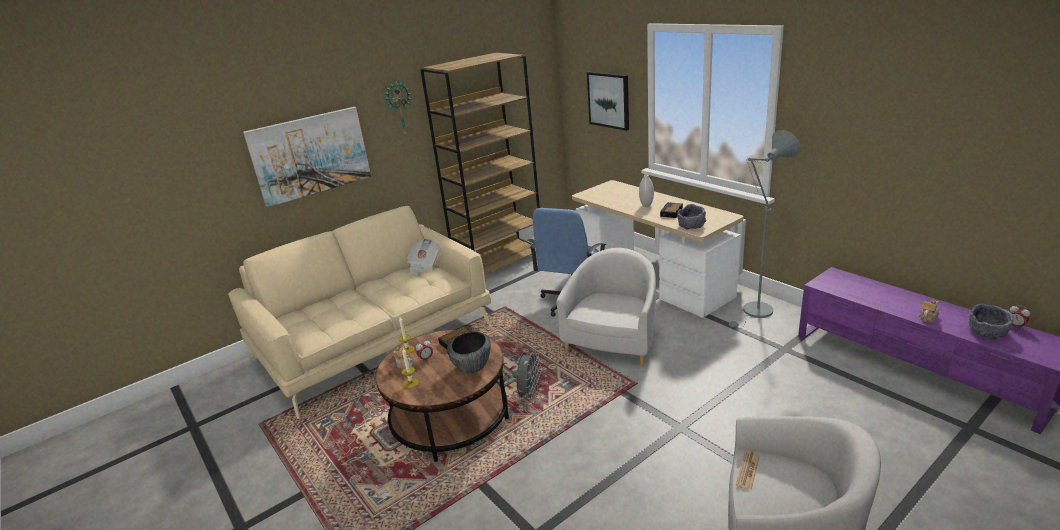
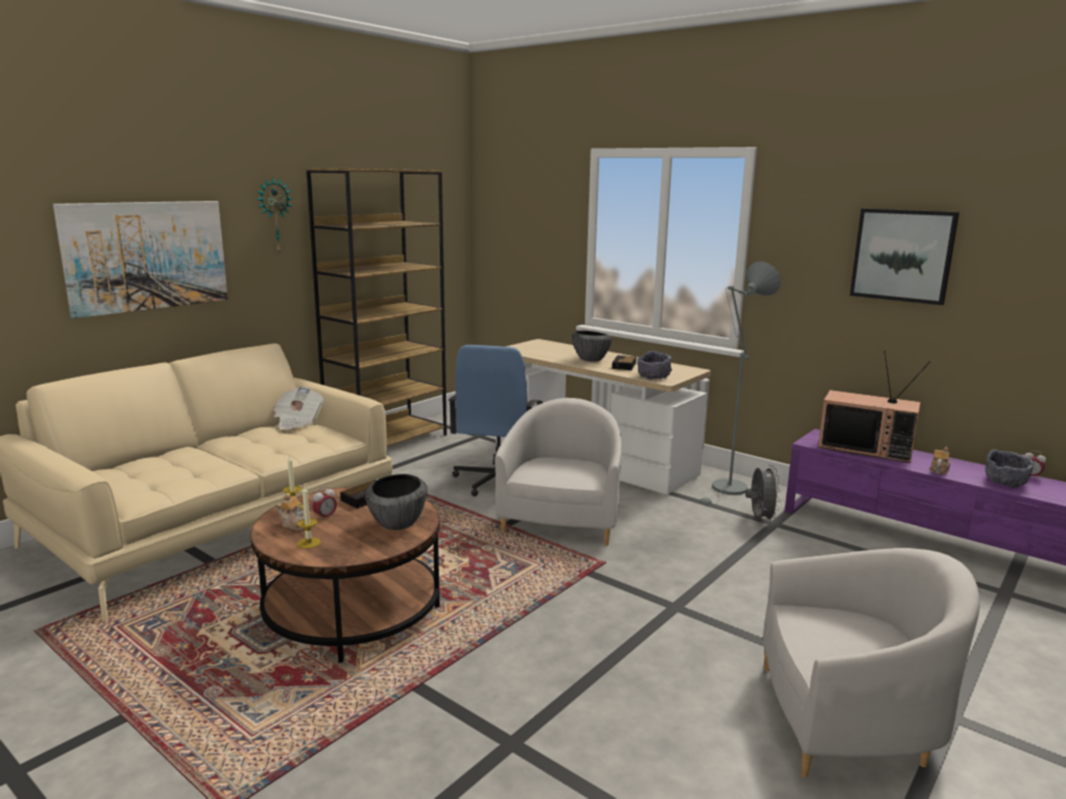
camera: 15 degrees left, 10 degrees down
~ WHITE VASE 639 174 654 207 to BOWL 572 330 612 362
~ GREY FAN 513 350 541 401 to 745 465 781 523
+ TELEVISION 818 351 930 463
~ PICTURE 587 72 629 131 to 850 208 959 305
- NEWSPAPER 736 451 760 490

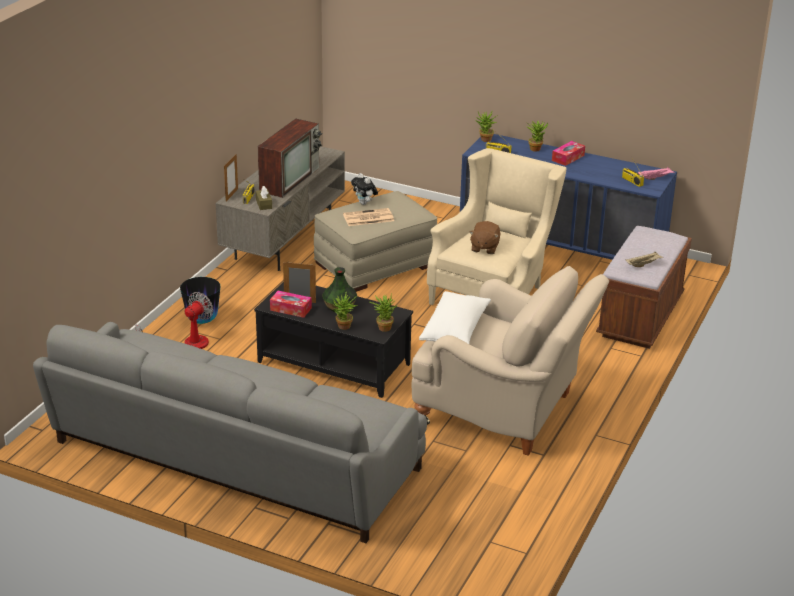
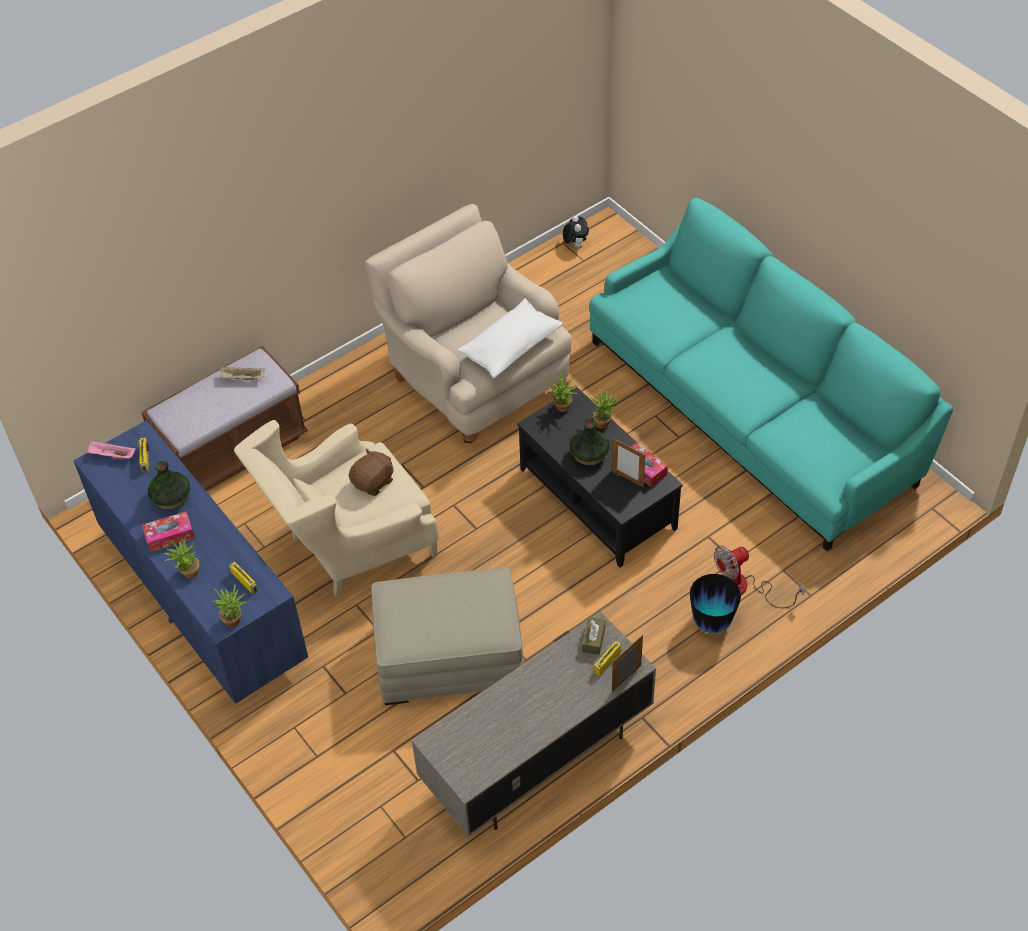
camera: 150 degrees left, 20 degrees up
+ VASE 148 461 190 510
~ PLUSH TOY 351 173 378 205 to 563 216 589 248
~ GREY SOFA 33 322 427 543 to TURQUOISE SOFA 589 198 953 551
- TELEVISION 258 119 323 198
- NEWSPAPER 343 208 394 226

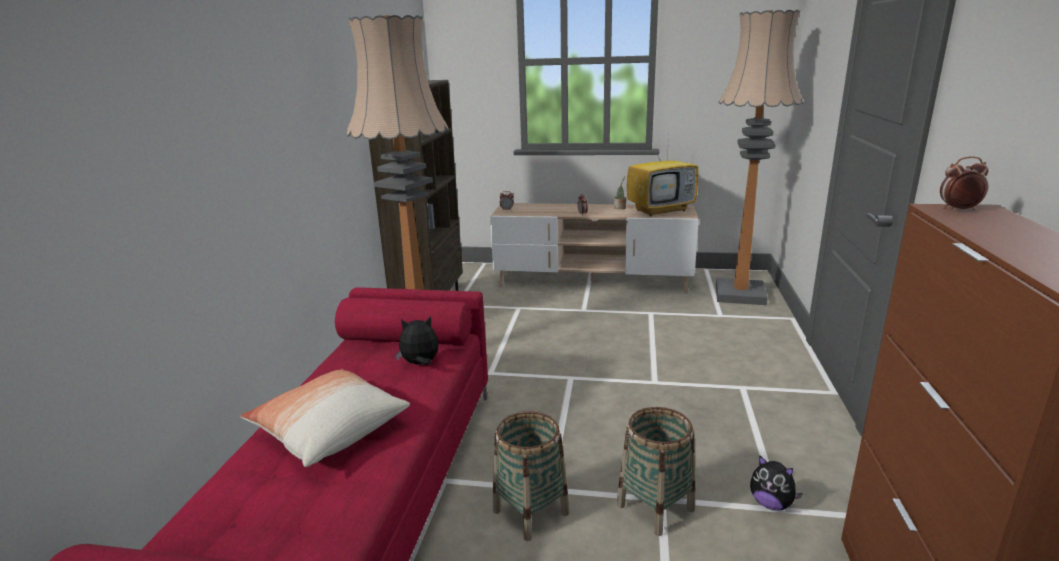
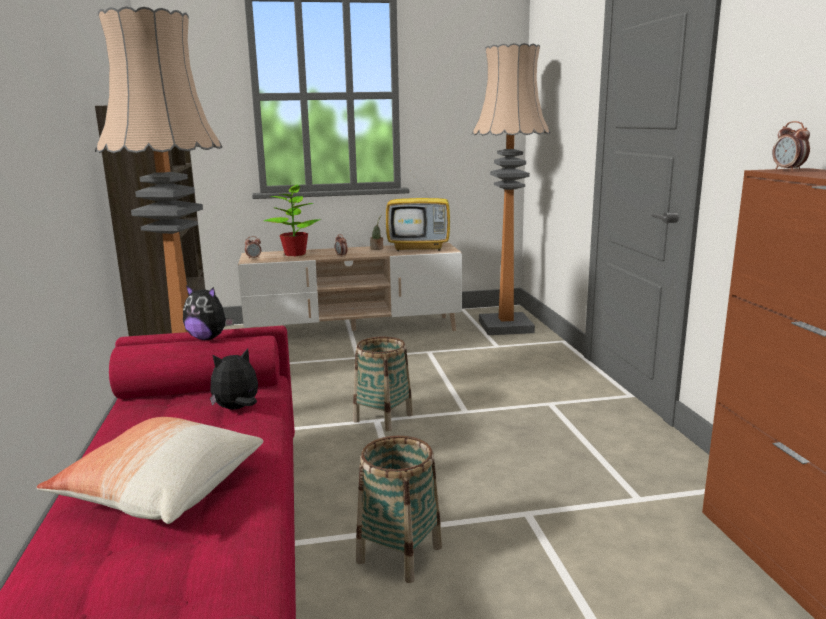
camera: 20 degrees left, 5 degrees down
~ PLUSH TOY 750 456 803 511 to 183 285 234 340
+ POTTED PLANT 264 182 321 256
~ BASKET 617 407 695 536 to 353 337 413 431
~ TELEVISION 627 134 698 216 = 386 170 450 251 45 degrees clockwise
~ ALARM CLOCK 940 157 989 210 = 772 121 810 171 90 degrees counterclockwise

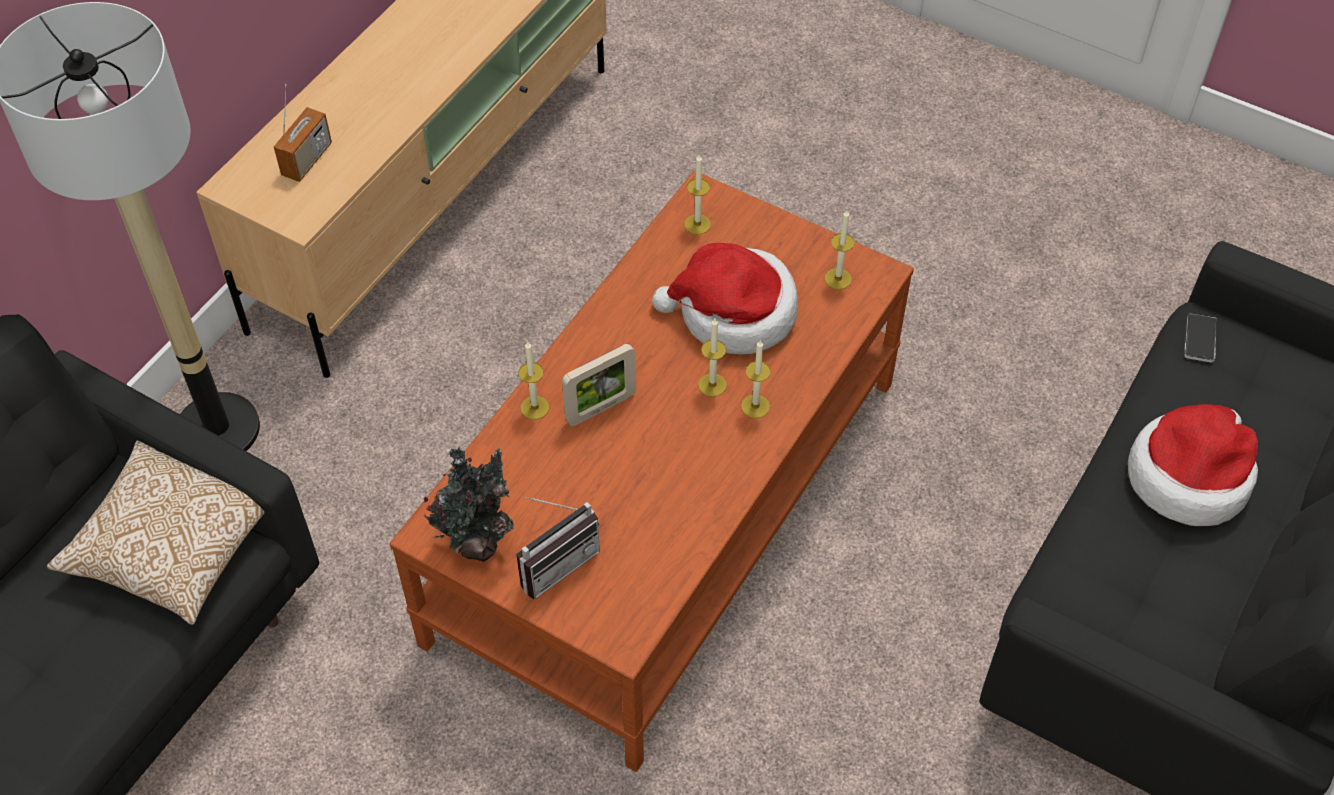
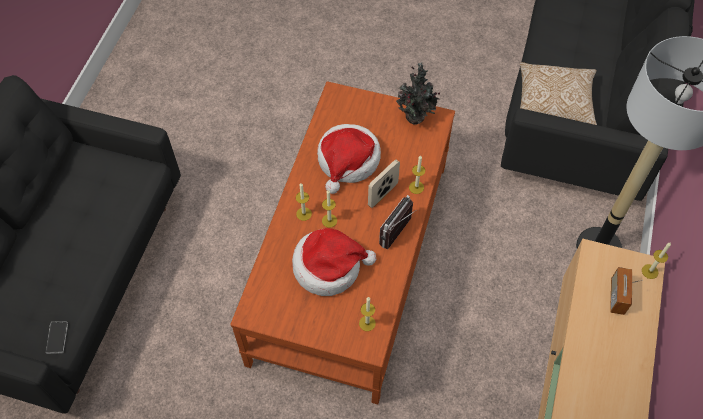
camera: 165 degrees right, 5 degrees up
~ HAT 1128 404 1258 526 to 317 124 381 194
~ RADIO 516 497 600 599 to 379 195 416 249
~ CANDLE 824 210 855 290 to 642 242 671 279

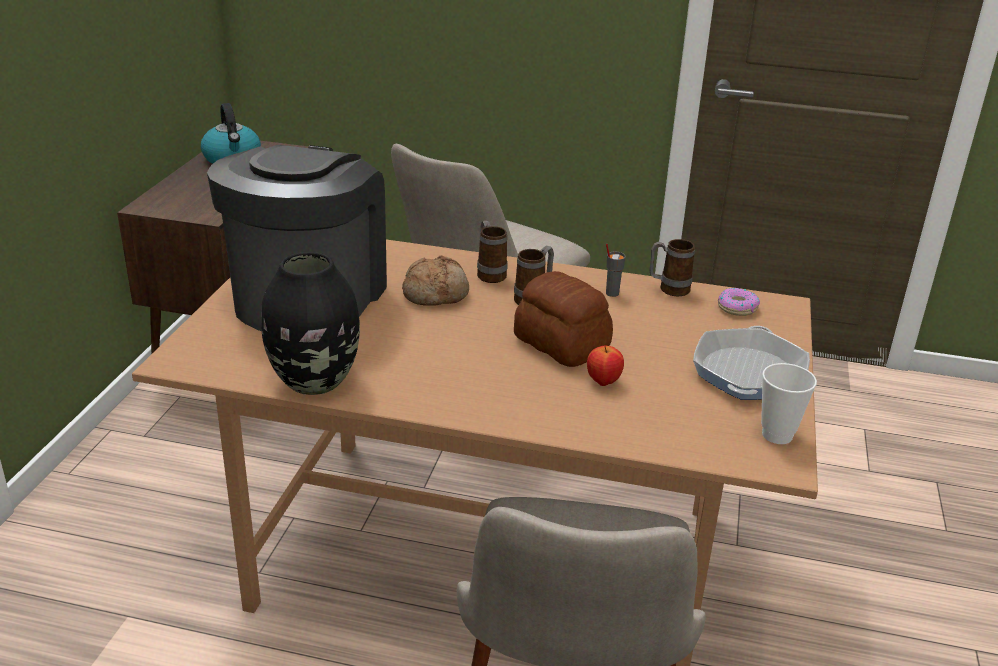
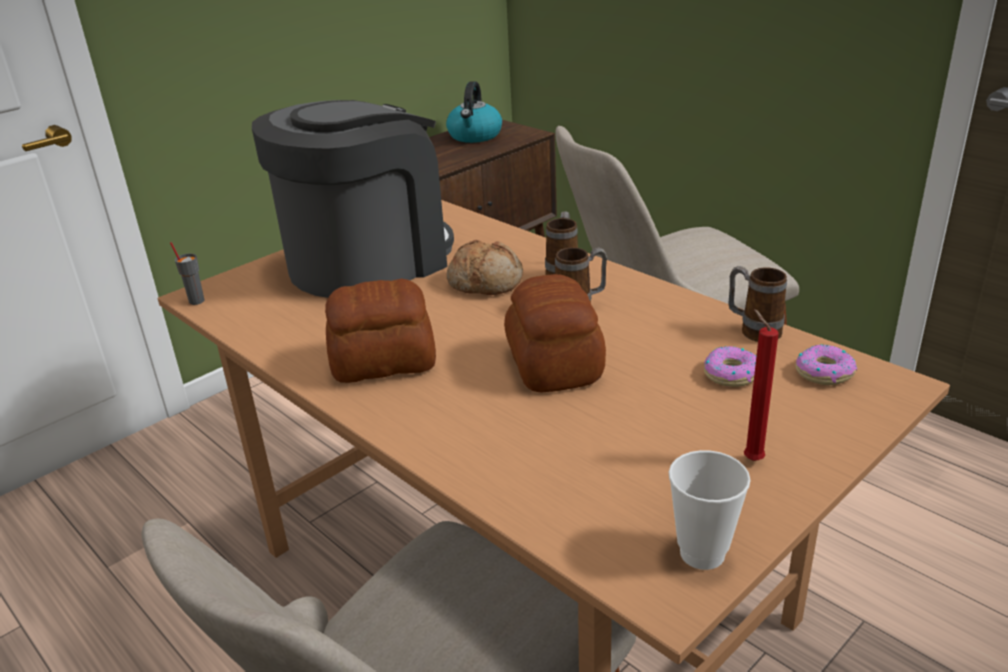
camera: 35 degrees right, 0 degrees up
~ GREY CUP 606 244 625 297 to 170 242 205 305
+ BREAD 325 279 436 383
+ DONUT 704 346 756 387
~ FRYING PAN 693 326 810 400 to RED CANDLE 744 309 779 461
- BLACK VASE 261 252 360 395
- APPLE 587 345 624 386

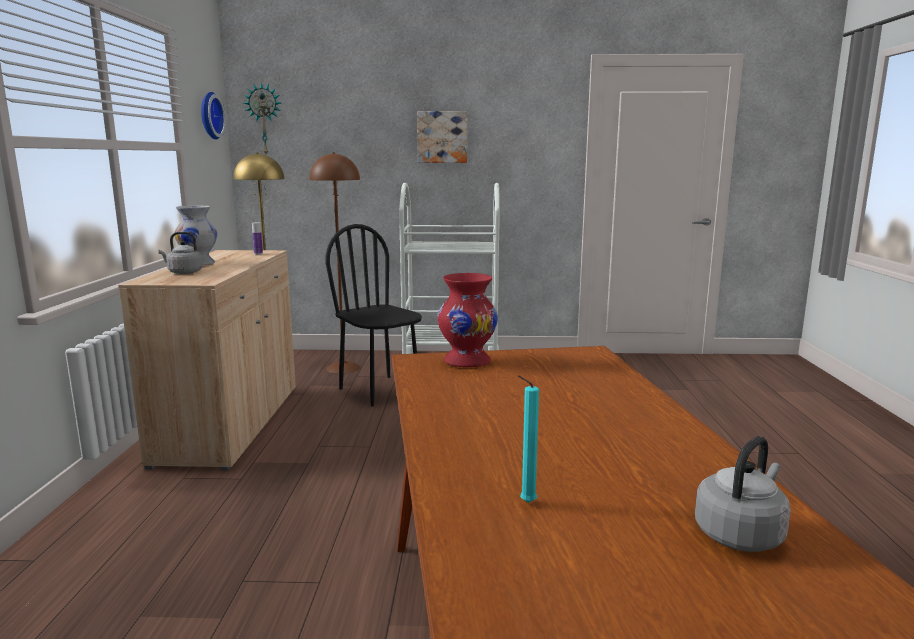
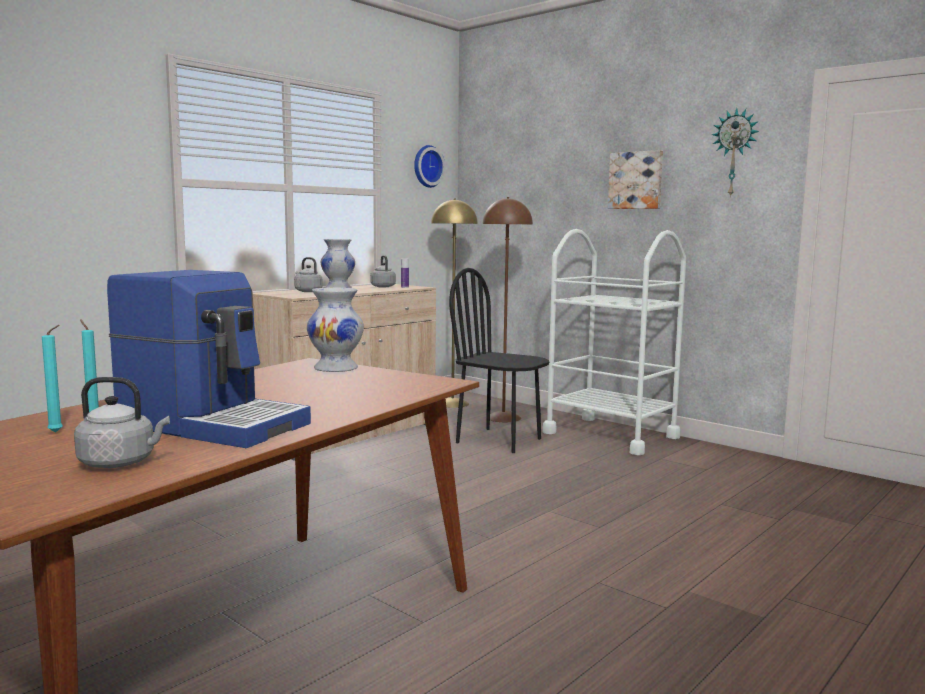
camera: 40 degrees right, 5 degrees down
+ TURQUOISE CANDLE 42 325 63 433
+ COFFEE MACHINE 107 270 311 448
~ RED VASE 437 273 498 367 to WHITE VASE 307 288 364 372
+ GREY KETTLE 370 255 396 287
~ BLACK CHAIR 326 224 422 406 = 449 268 549 453 60 degrees counterclockwise
~ WALL CLOCK 244 83 281 154 to 712 108 759 198

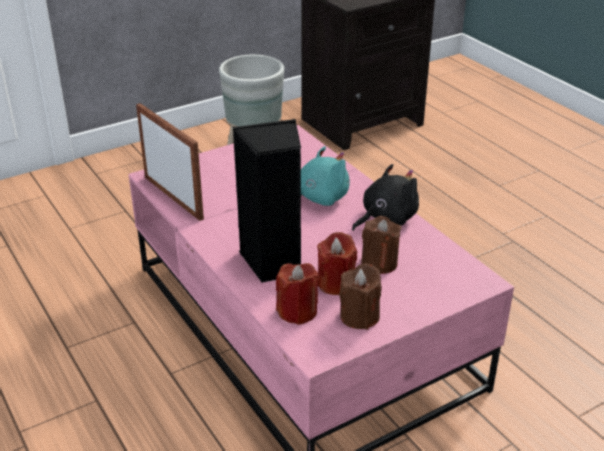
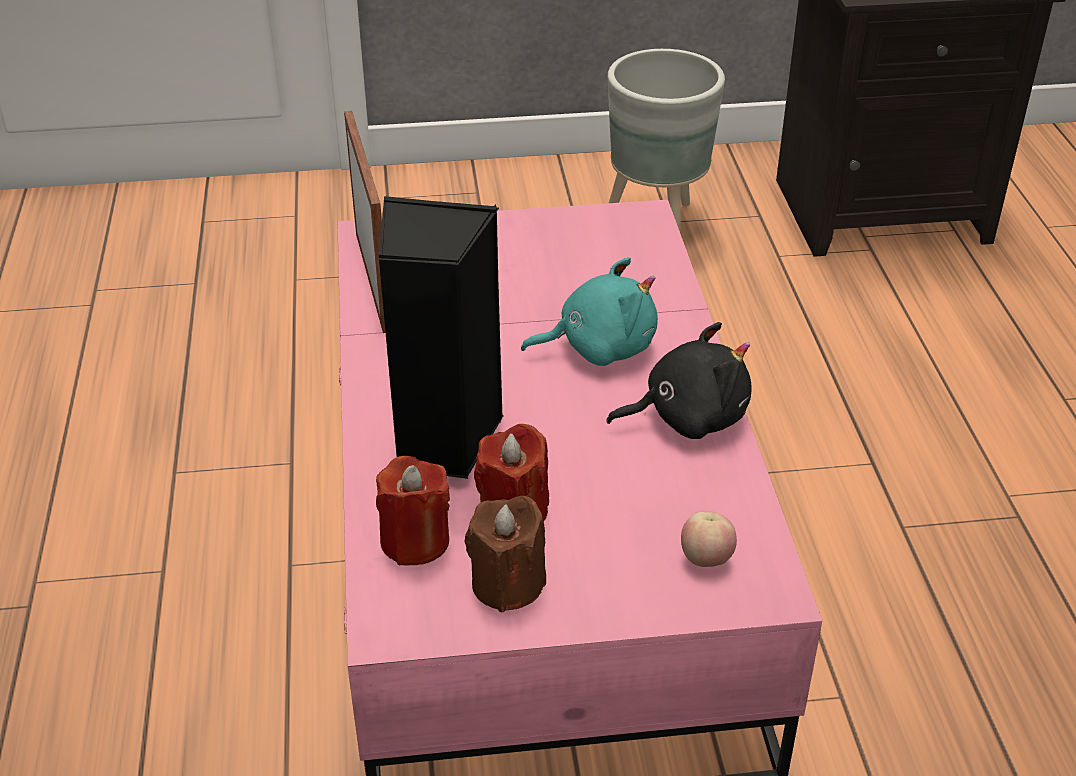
camera: 25 degrees right, 5 degrees up
+ APPLE 681 511 737 567
- BROWN CANDLE 361 216 401 274

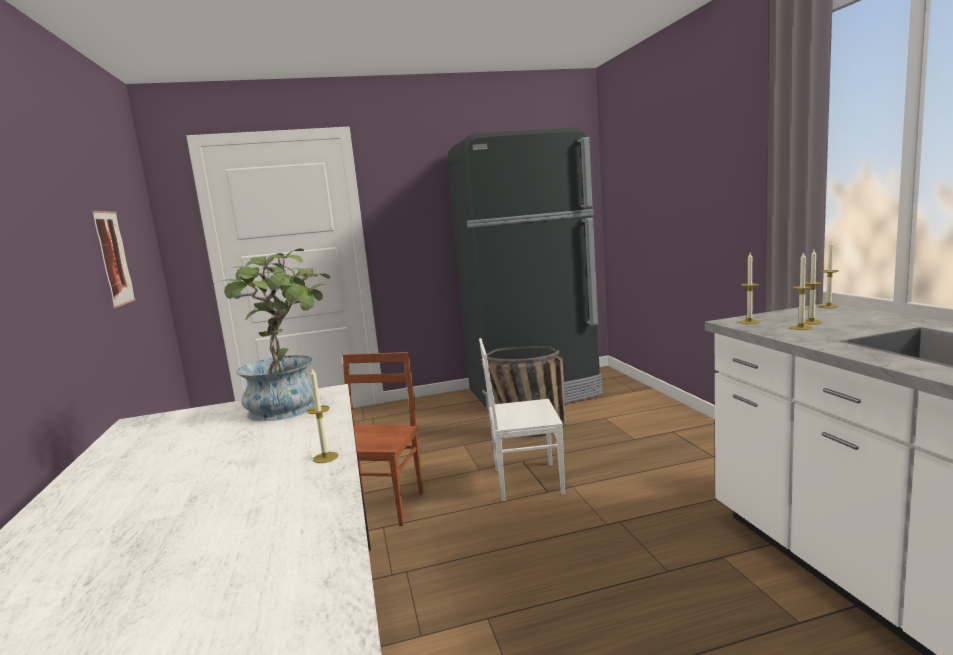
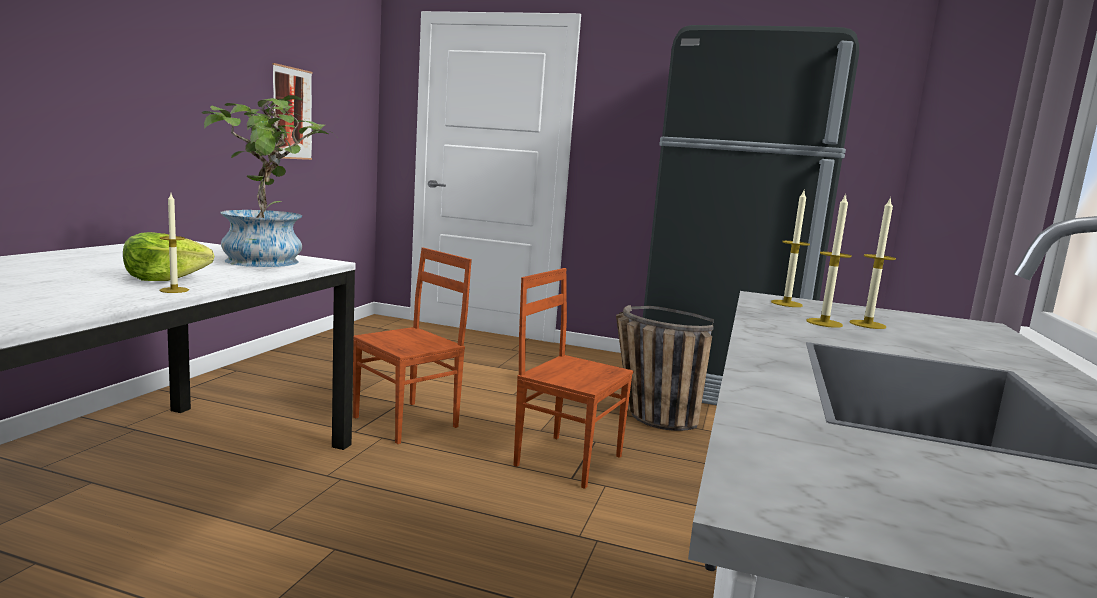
camera: 30 degrees right, 0 degrees up
+ LETTUCE 123 232 214 281
~ WHITE CHAIR 479 338 565 501 to BROWN CHAIR 514 268 633 489
- CANDLE 819 241 839 308

